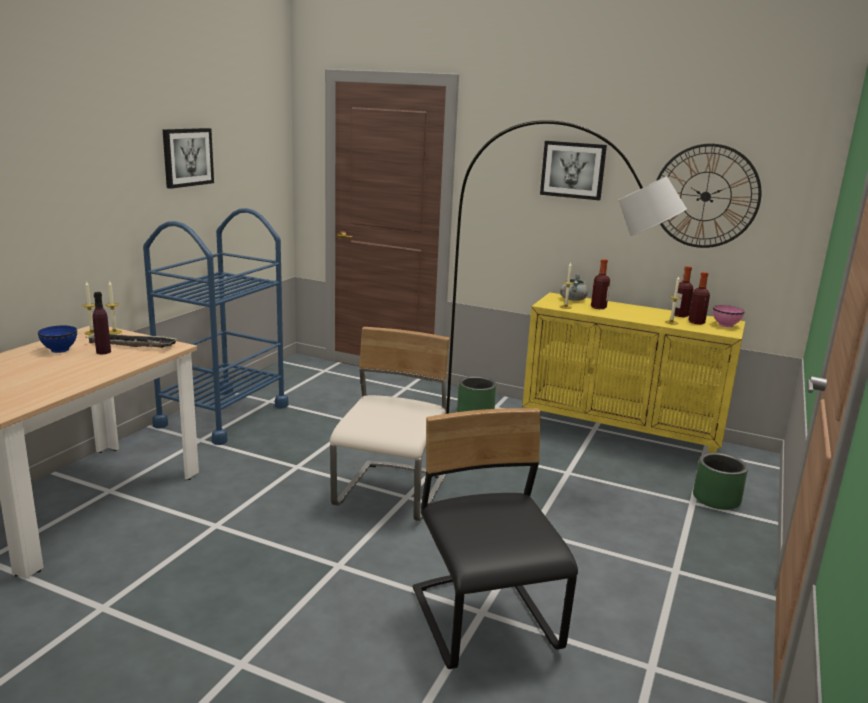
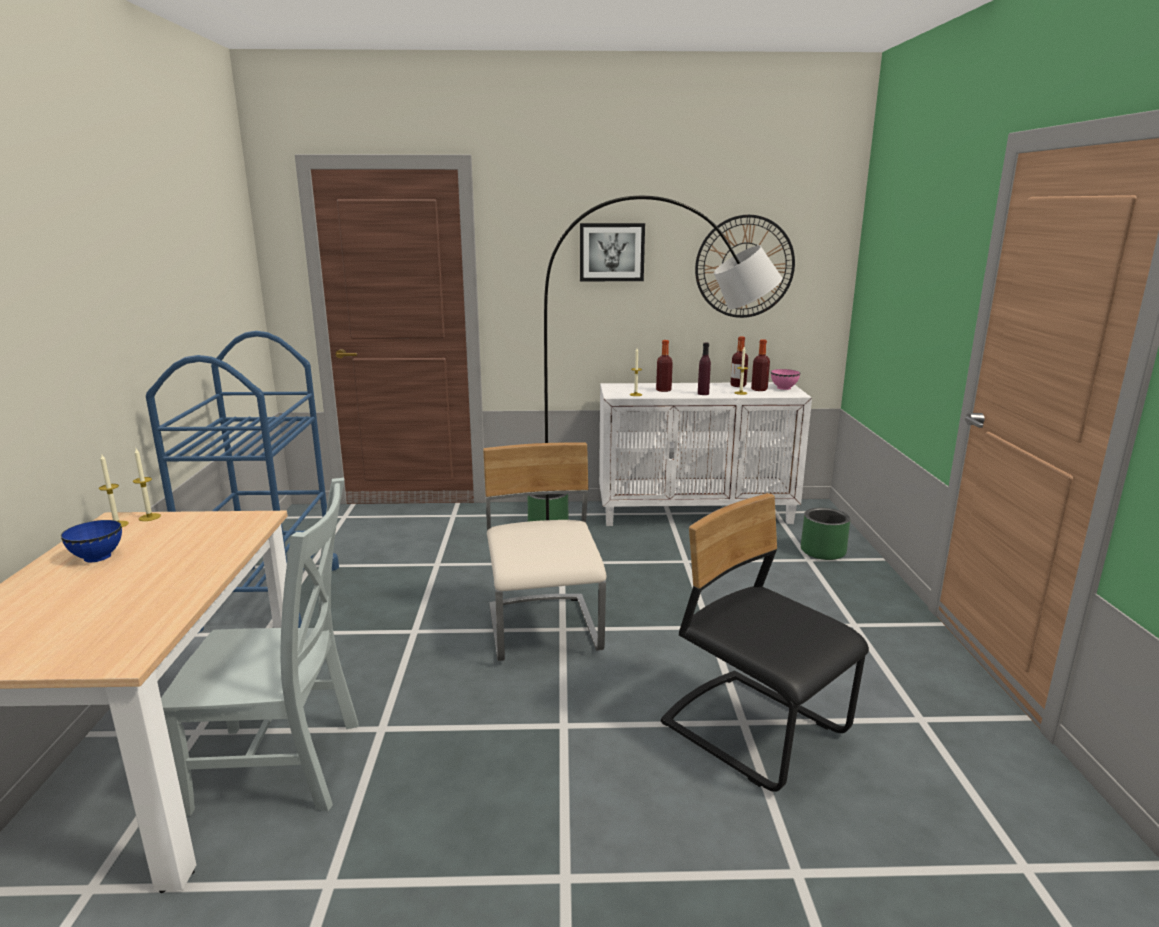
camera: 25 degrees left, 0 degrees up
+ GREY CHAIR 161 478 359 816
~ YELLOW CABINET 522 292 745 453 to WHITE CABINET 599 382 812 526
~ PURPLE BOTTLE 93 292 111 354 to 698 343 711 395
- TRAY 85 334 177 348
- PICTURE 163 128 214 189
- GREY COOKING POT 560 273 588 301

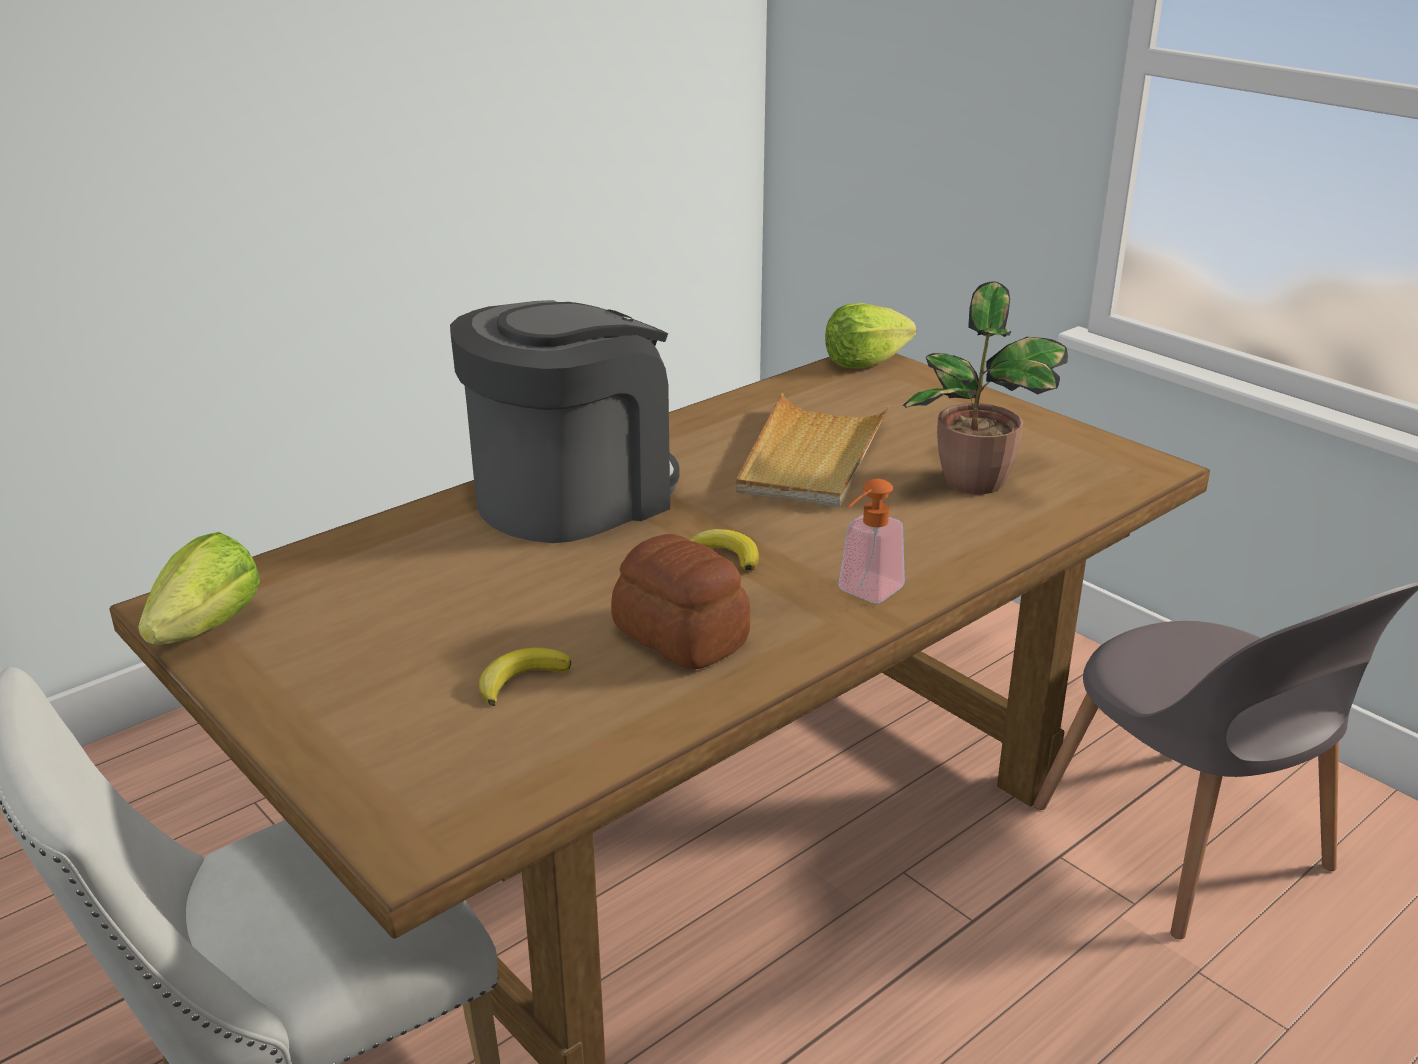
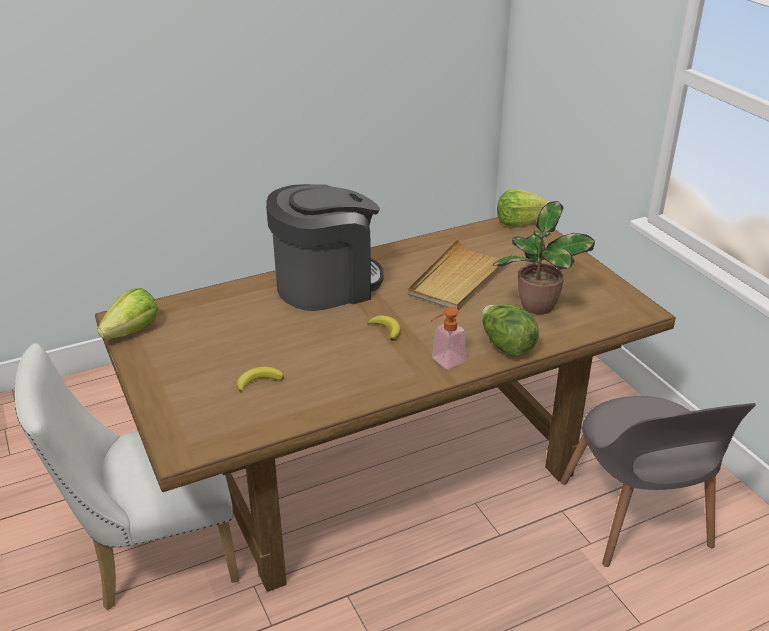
camera: 15 degrees right, 5 degrees up
+ LETTUCE 482 304 539 357
- BREAD 611 534 750 669

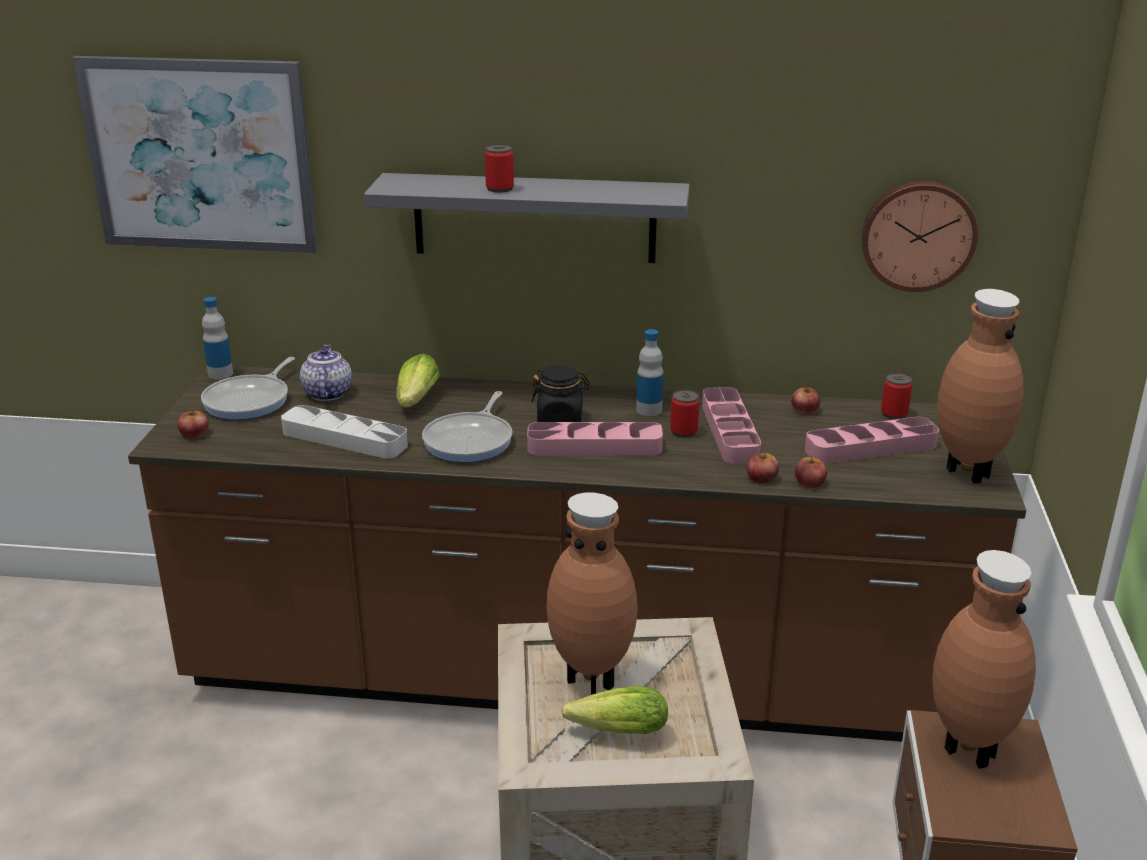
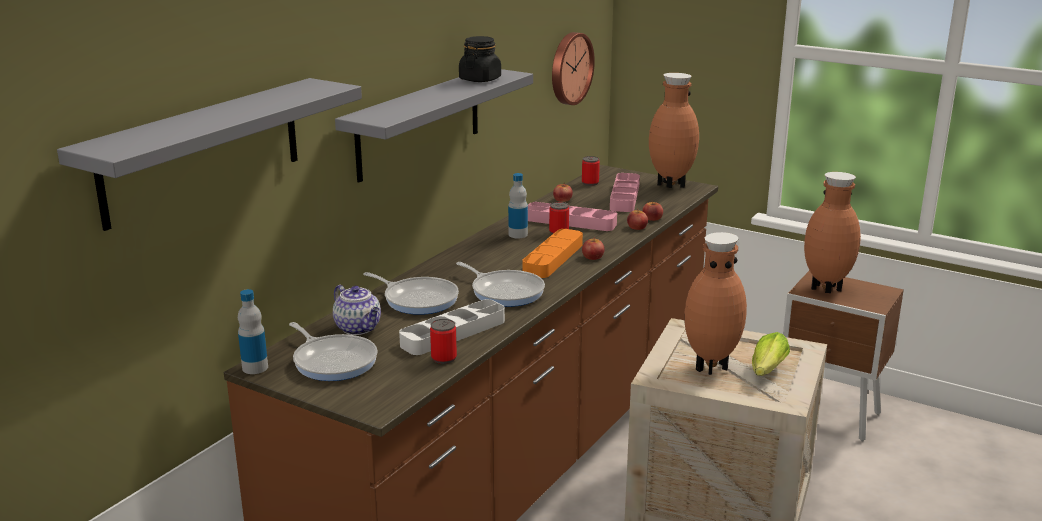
camera: 65 degrees left, 5 degrees down
~ PICTURE 72 56 318 254 to GREY SHELF 57 78 362 231
~ TEAPOT 300 344 352 401 = 333 285 381 335 150 degrees counterclockwise
~ LETTUCE 396 354 440 407 to FRYING PAN 363 272 459 315
~ CAN 485 144 514 193 to 430 319 457 364
~ BLACK JAR 531 365 590 422 to 459 36 501 82
~ PINK TRAY 527 422 663 455 to ORANGE TRAY 523 229 583 278
~ APPLE 177 409 208 439 to 582 239 605 260

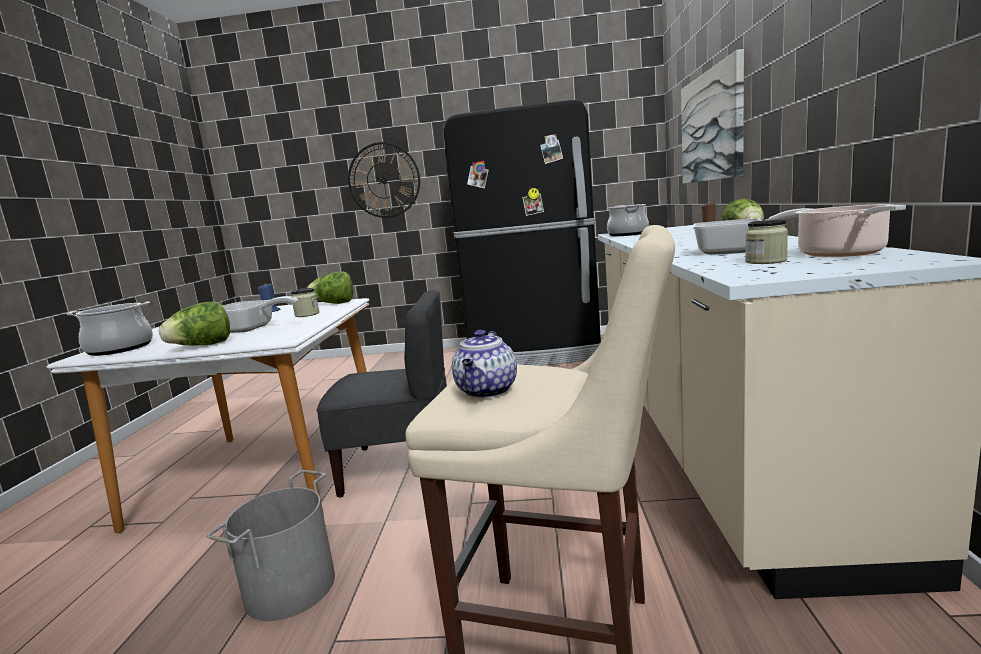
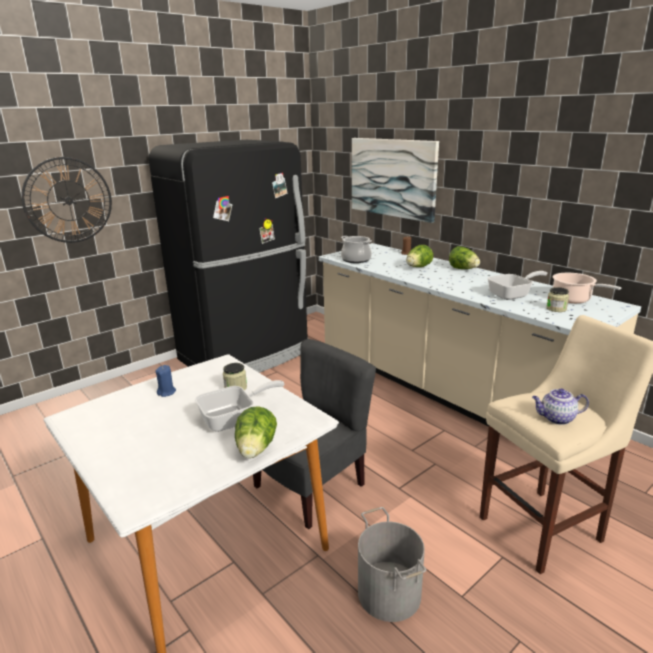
camera: 45 degrees left, 10 degrees up
~ LETTUCE 307 271 353 304 to 406 245 433 267
~ TEAPOT 452 330 517 398 = 532 389 589 425 120 degrees clockwise
- COOKING POT 67 301 153 356

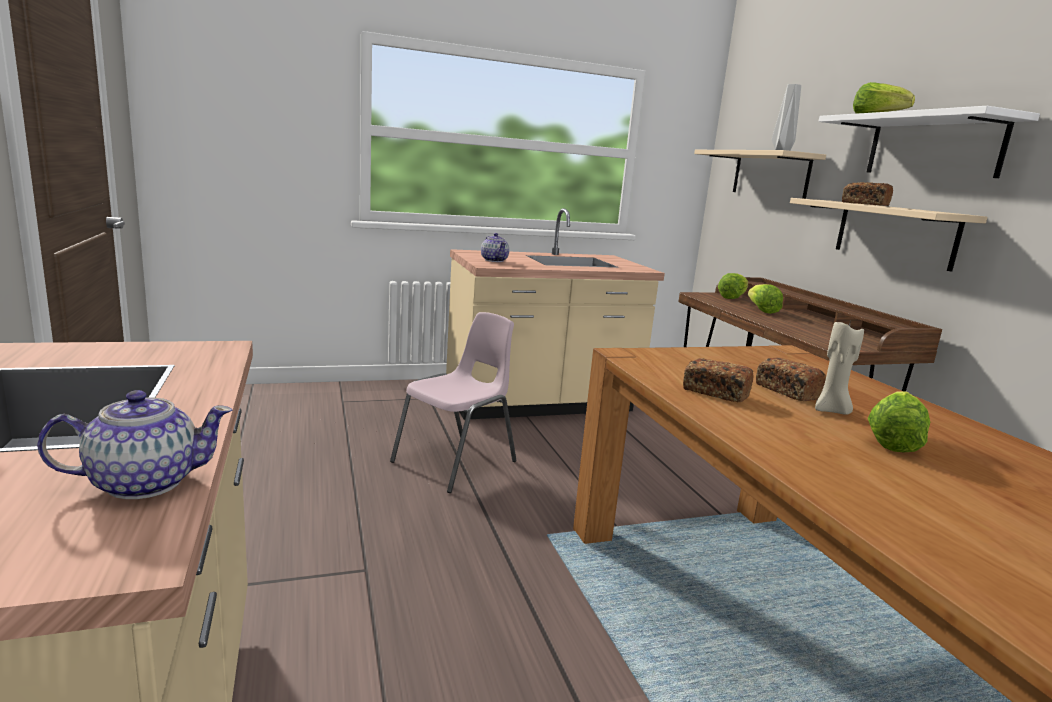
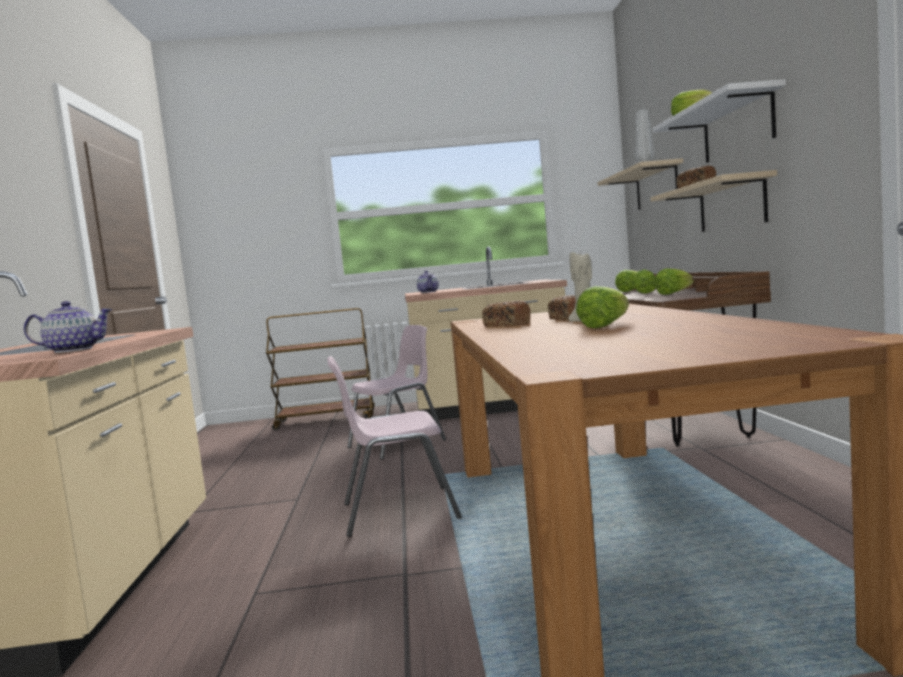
camera: 15 degrees right, 10 degrees down
+ BROWN CART 266 308 375 431
+ PINK CHAIR 327 356 462 537
+ LETTUCE 654 268 694 295

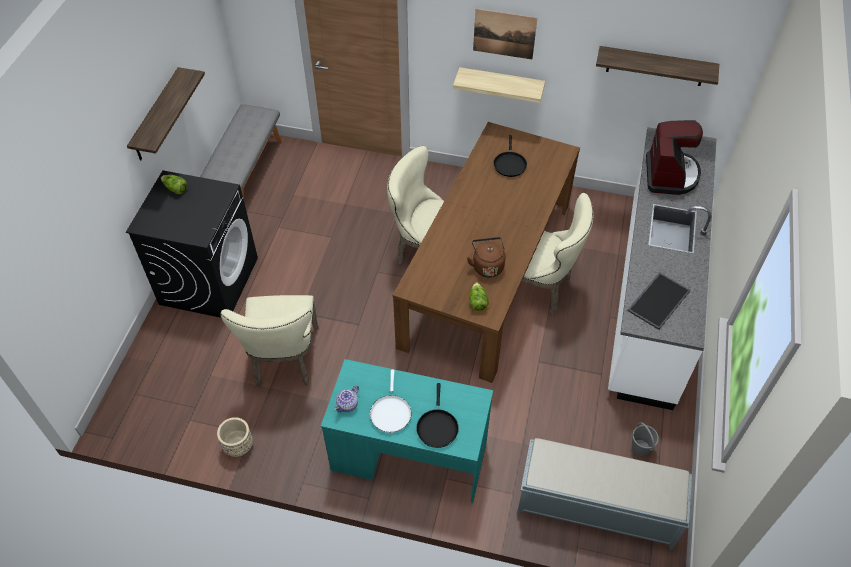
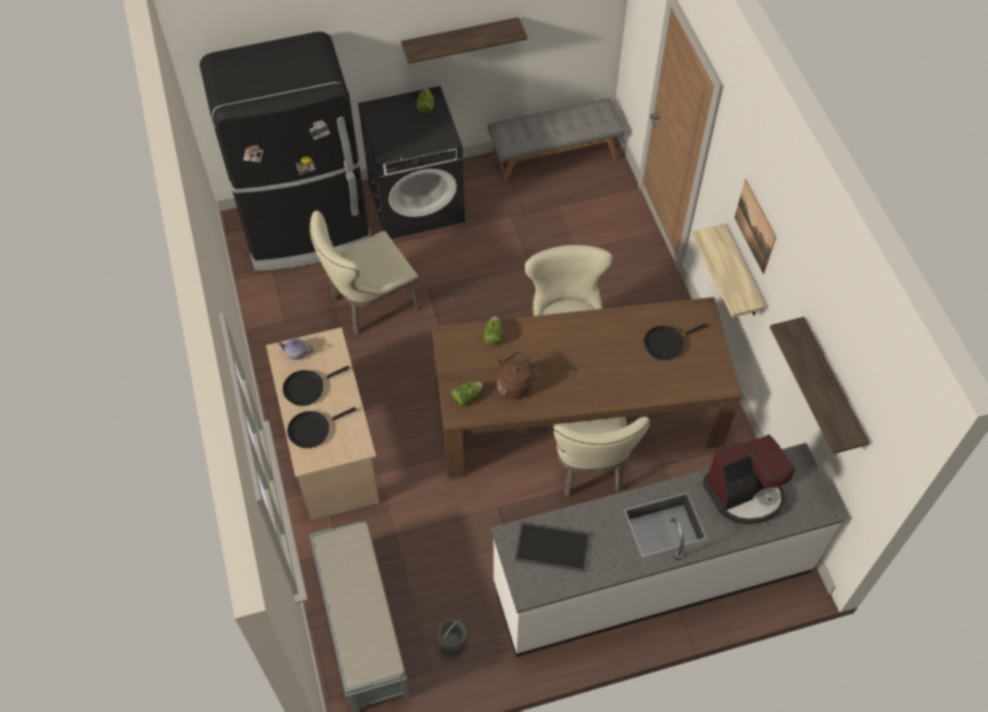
camera: 60 degrees right, 5 degrees up
+ BLACK FRIDGE 200 32 371 271
~ TURQUOISE DESK 321 359 493 503 to BEIGE DESK 266 327 380 521
~ WHITE FRYING PAN 370 370 412 433 to BLACK FRYING PAN 283 366 350 406
+ LETTUCE 484 316 503 346
- BEIGE PLANTER 217 417 253 457

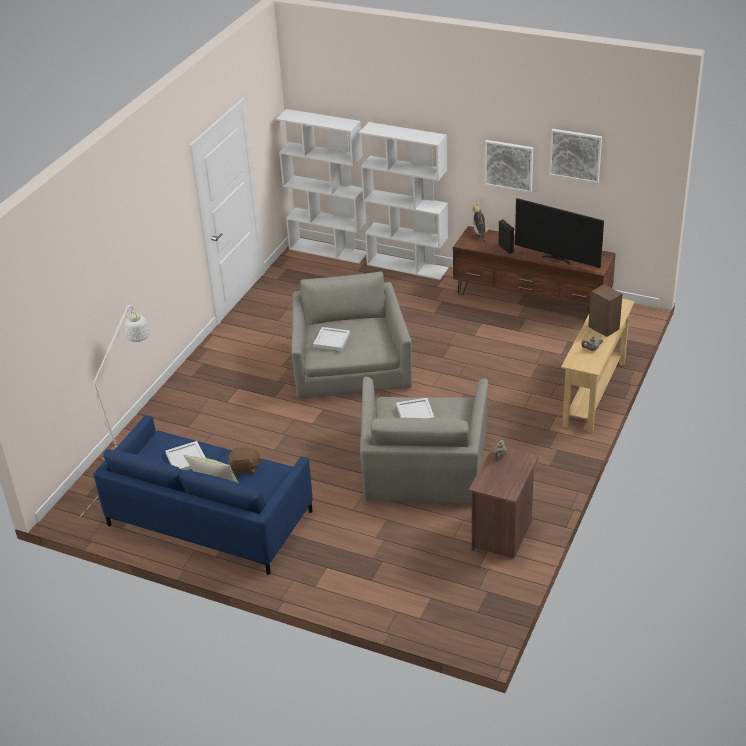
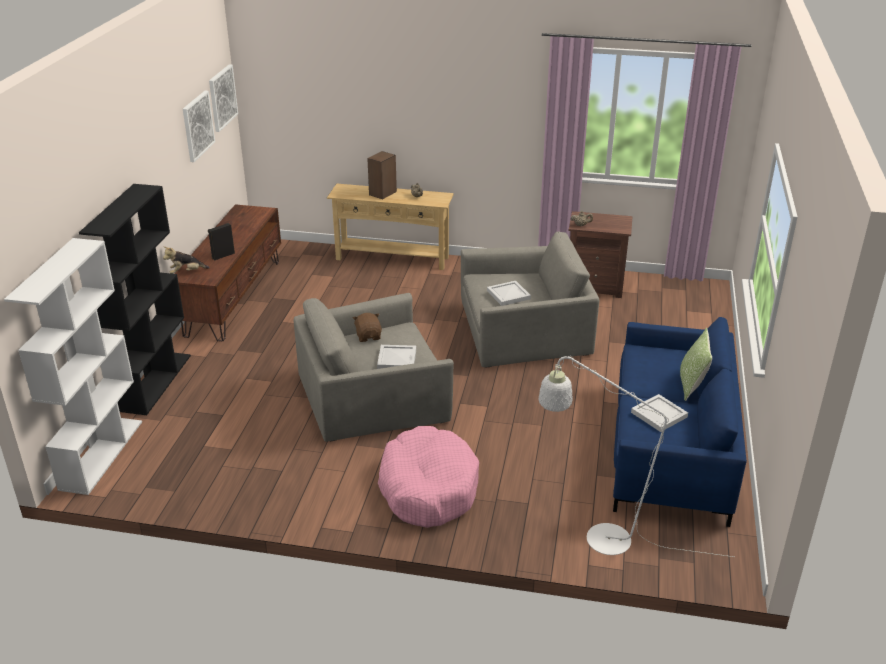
camera: 105 degrees left, 5 degrees down
~ WHITE BOOKCASE 359 122 448 280 to BLACK BOOKCASE 79 184 191 415
~ PICTURE 485 140 533 193 to 209 64 238 132
~ BROWN PLUSH TOY 228 445 262 475 to 353 313 382 342
+ PINK DOG BED 378 426 479 528
- TELEVISION 515 198 604 268

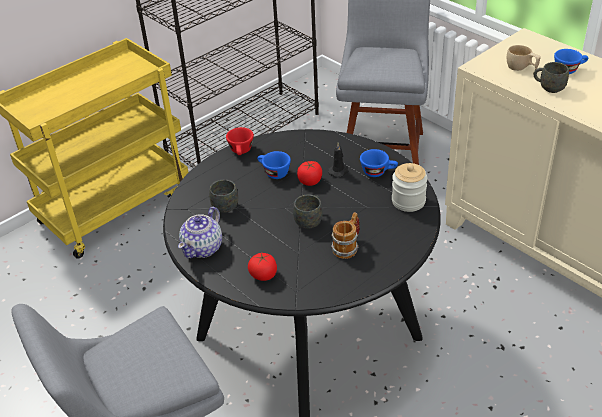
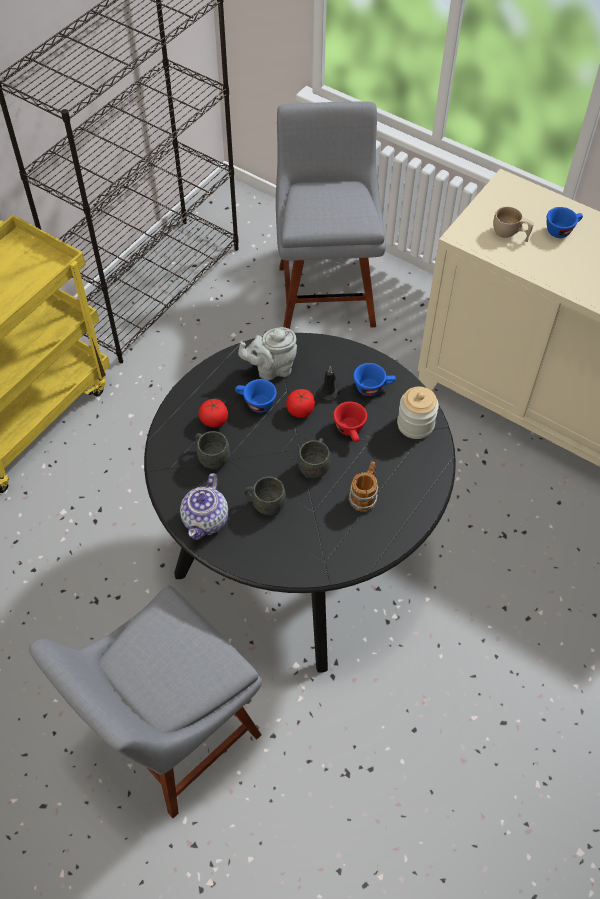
camera: 15 degrees left, 15 degrees up
~ TOMATO 248 253 277 281 to 198 399 228 427
+ GREY TEAPOT 238 327 297 381
~ GREY MUG 534 62 569 93 to 243 476 286 515
~ RED CUP 226 127 254 155 to 333 402 367 442

